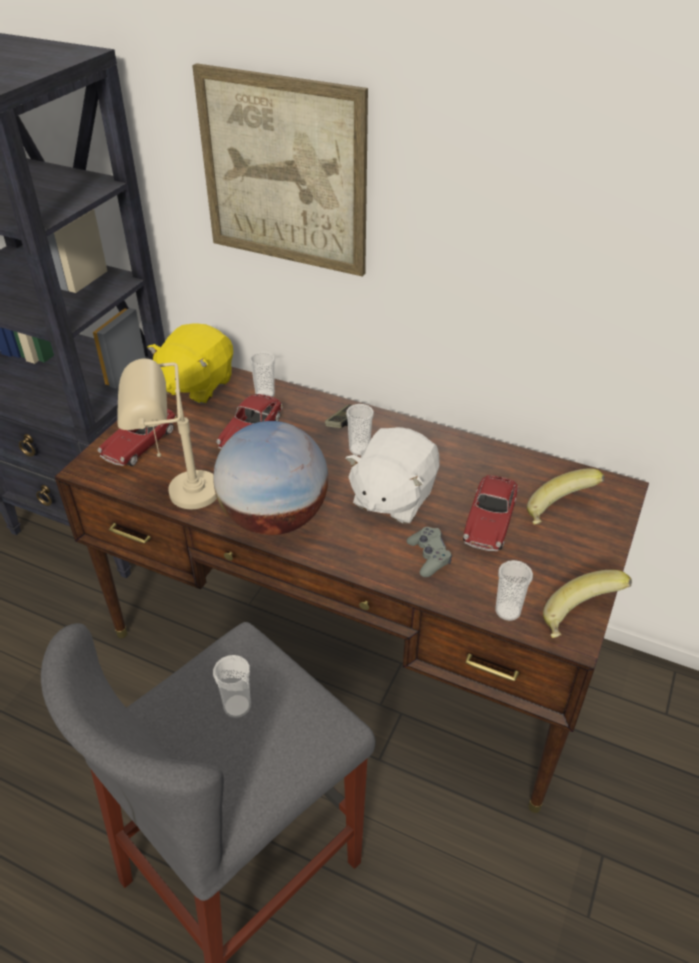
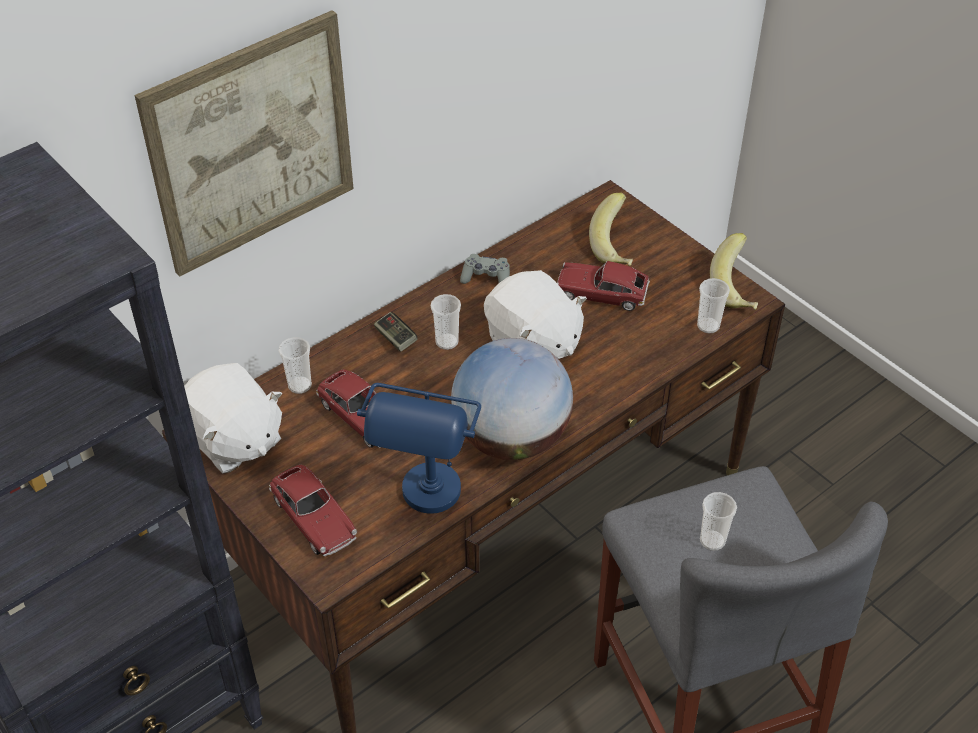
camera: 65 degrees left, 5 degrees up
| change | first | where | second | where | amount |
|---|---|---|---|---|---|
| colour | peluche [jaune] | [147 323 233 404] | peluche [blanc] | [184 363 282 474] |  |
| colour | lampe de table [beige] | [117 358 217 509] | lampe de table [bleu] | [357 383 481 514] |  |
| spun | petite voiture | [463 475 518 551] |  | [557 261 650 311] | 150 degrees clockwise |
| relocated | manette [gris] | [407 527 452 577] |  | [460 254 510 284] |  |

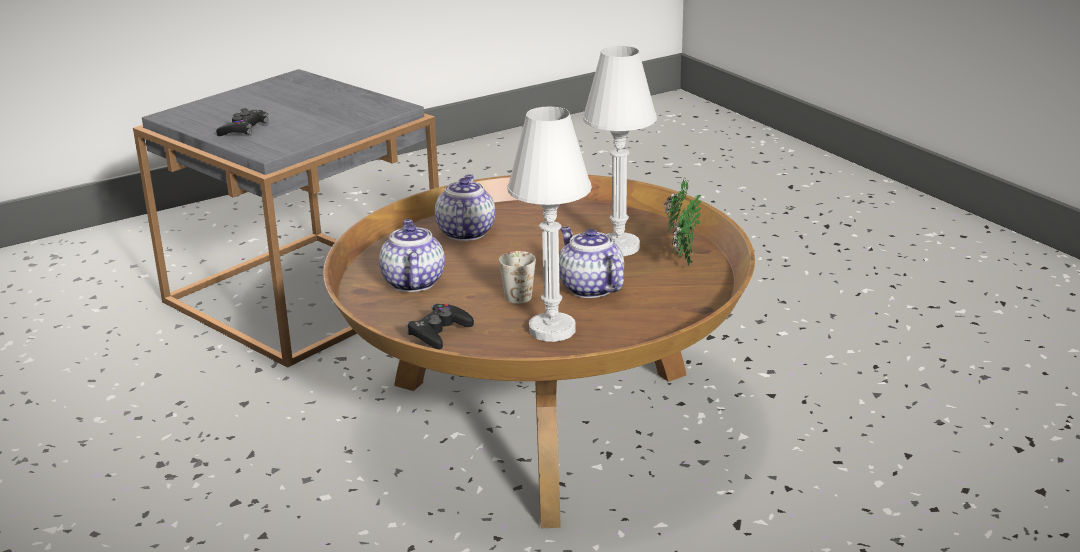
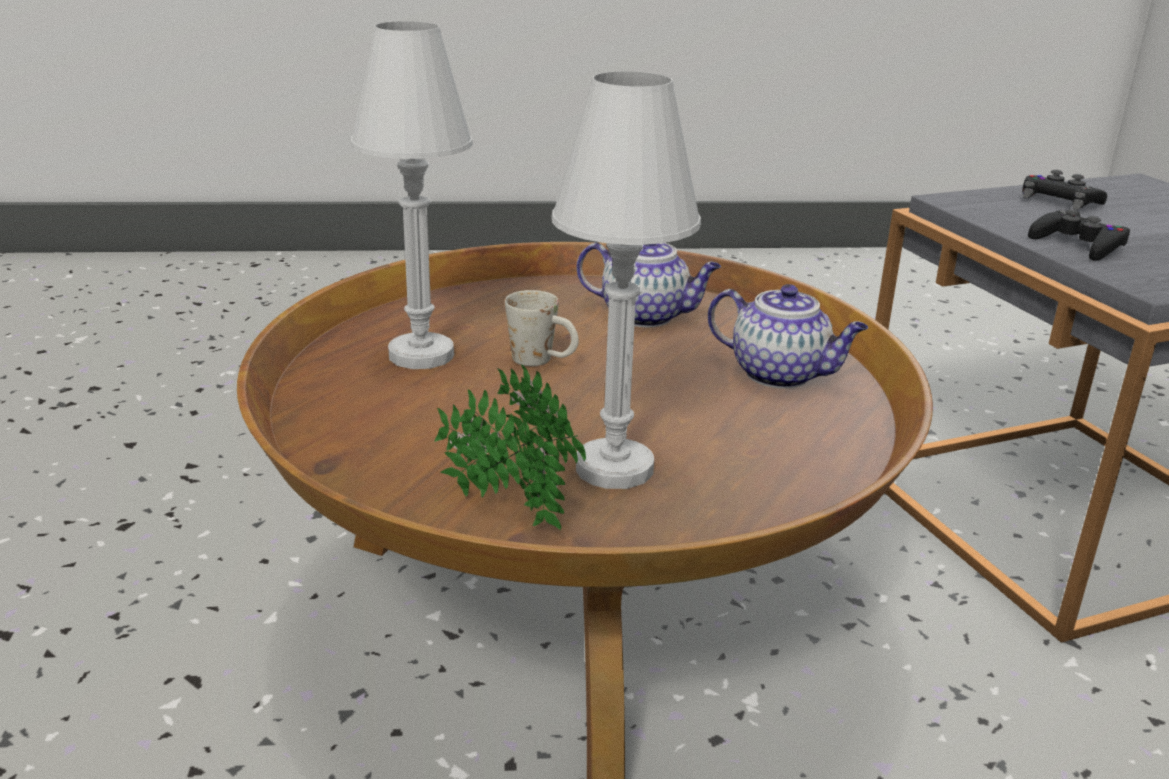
camera: 115 degrees right, 0 degrees up
| change | first | where | second | where | amount |
|---|---|---|---|---|---|
| missing | théière | [559 226 624 298] |  |  |  |
| relocated | manette [noir] | [406 304 474 350] |  | [1028 210 1130 261] |  |

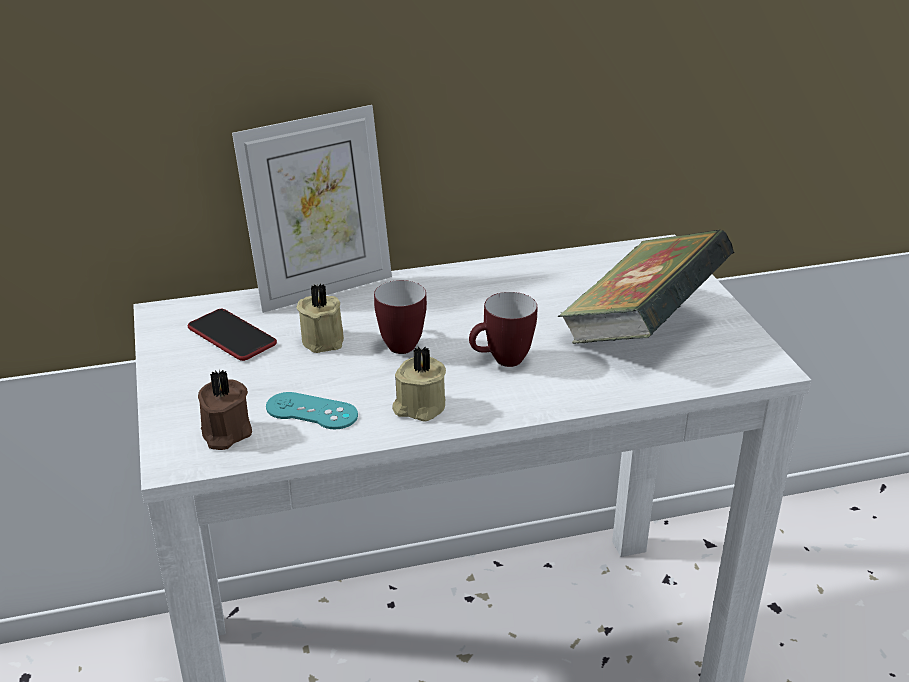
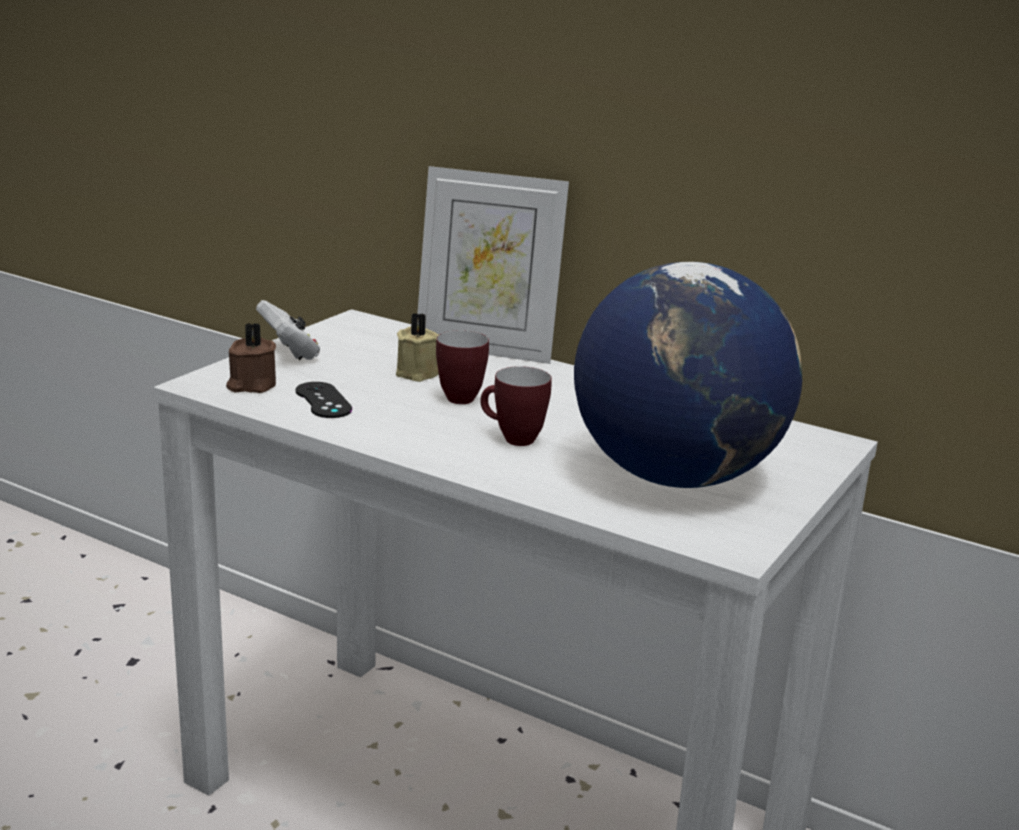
camera: 45 degrees right, 10 degrees down
| change | first | where | second | where | amount |
|---|---|---|---|---|---|
| exchanged | livre | [558 229 734 344] | globe | [574 262 802 488] |  |
| missing | téléphone | [188 309 277 361] |  |  |  |
| missing | bougie [beige] | [392 346 446 422] |  |  |  |
| colour | manette [turquoise] | [266 392 358 429] | manette [noir] | [295 382 352 418] |  |
| appeared |  |  | manette [blanc] | [256 300 320 360] |  |

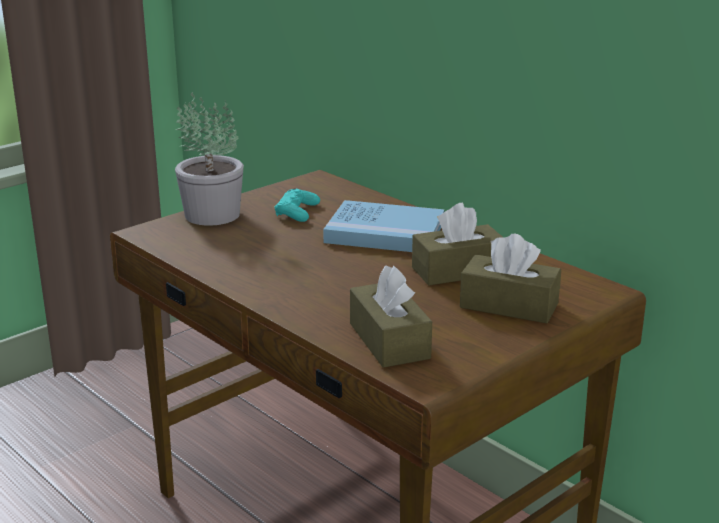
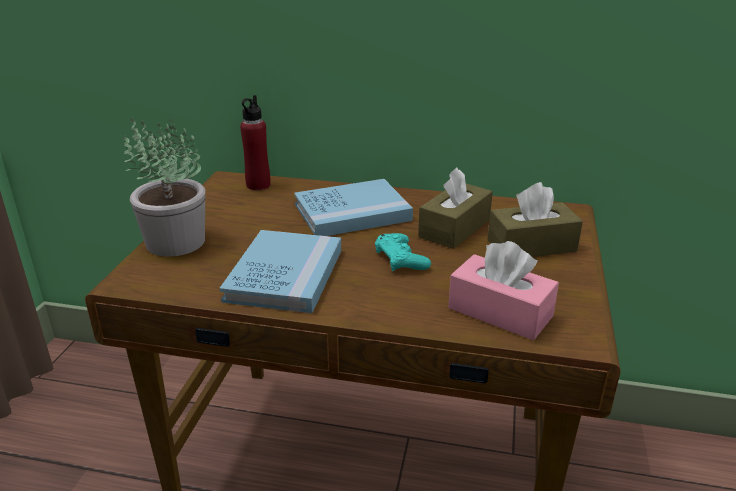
camera: 35 degrees left, 5 degrees up
| change | first | where | second | where | amount |
|---|---|---|---|---|---|
| relocated | manette [turquoise] | [275 188 320 222] |  | [375 233 431 271] |  |
| colour | boîte à mouchoirs [marron] | [350 266 432 368] | boîte à mouchoirs [rose] | [448 241 559 340] |  |
| appeared |  |  | bouteille [rouge] | [240 95 271 190] |  |
| appeared |  |  | livre [bleu] | [219 230 341 313] |  |

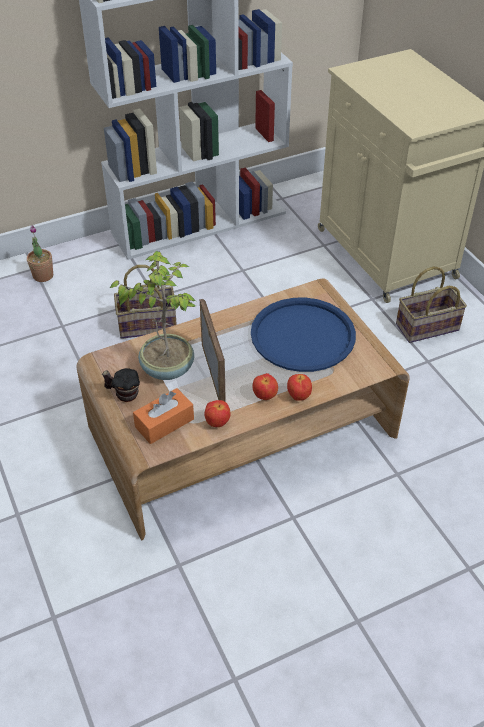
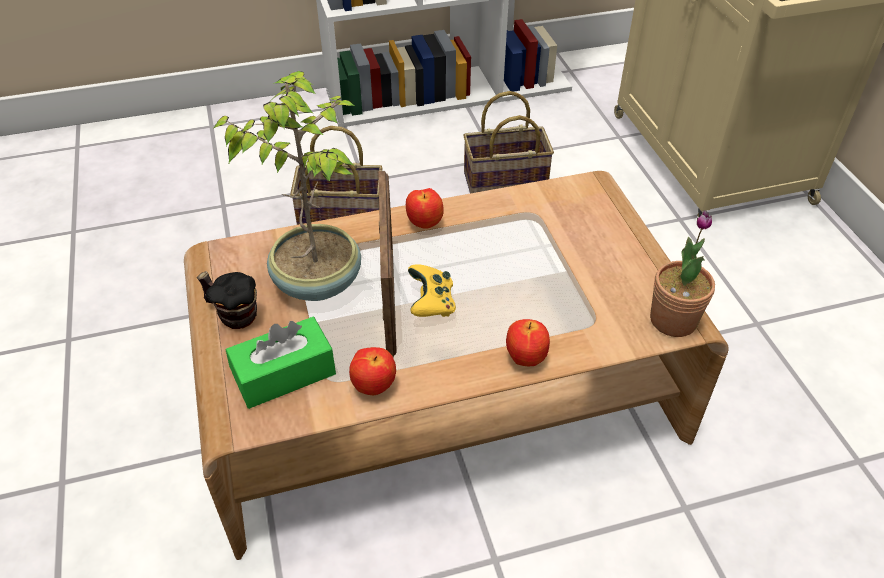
camera: 10 degrees right, 0 degrees up
| change | first | where | second | where | amount |
|---|---|---|---|---|---|
| relocated | plante en pot | [27 225 53 282] |  | [650 210 715 337] |  |
| relocated | panier | [396 267 467 343] |  | [463 91 554 194] |  |
| missing | plateau [bleu] | [251 298 356 372] |  |  |  |
| relocated | pomme | [252 373 278 400] |  | [406 188 444 229] |  |
| colour | boîte à mouchoirs [orange] | [133 388 194 444] | boîte à mouchoirs [vert] | [226 317 336 409] |  |
| appeared |  |  | manette [jaune] | [408 264 456 317] |  |

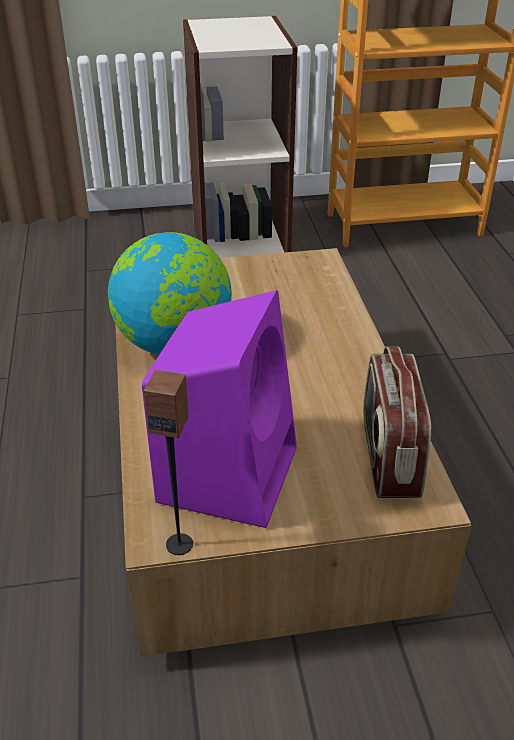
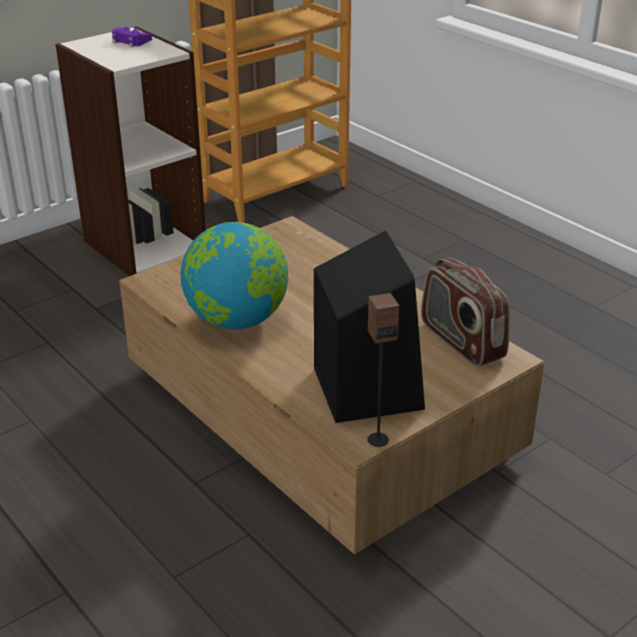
camera: 30 degrees left, 5 degrees down
| change | first | where | second | where | amount |
|---|---|---|---|---|---|
| colour | enceinte [violet] | [142 290 297 528] | enceinte [noir] | [314 230 425 423] |  |
| appeared |  |  | manette [violet] | [112 26 152 47] |  |

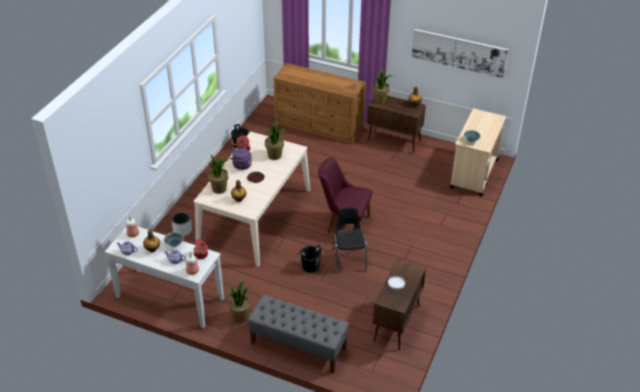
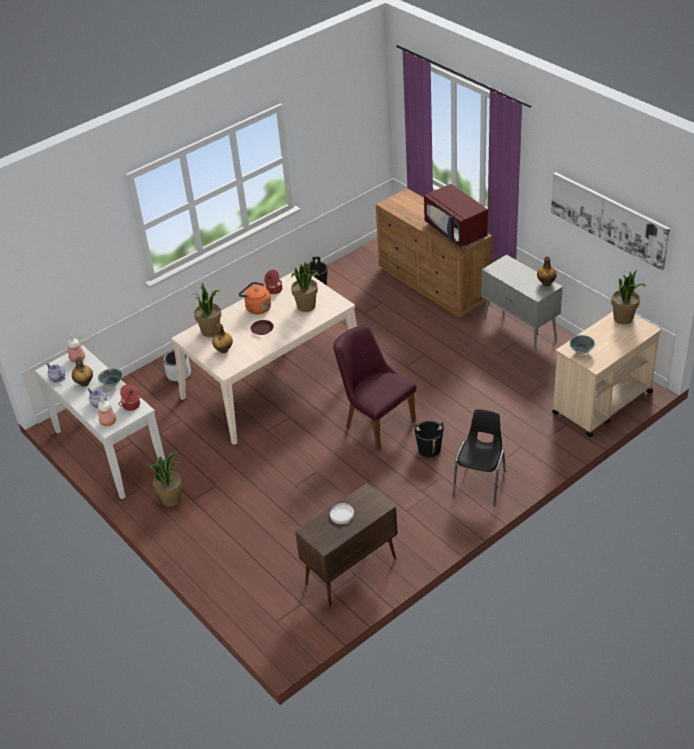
camera: 30 degrees right, 0 degrees up
| change | first | where | second | where | amount |
|---|---|---|---|---|---|
| relocated | plante en pot | [372 68 393 104] |  | [611 270 646 324] |  |
| colour | meuble de rangement [marron] | [367 95 426 154] | meuble de rangement [gris] | [481 255 563 353] |  |
| colour | bouilloire [violet] | [229 146 252 170] | bouilloire [orange] | [239 282 271 314] |  |
| relocated | chaise [noir] | [333 208 367 274] |  | [453 409 506 506] |  |
| relocated | seau [noir] | [300 244 321 273] |  | [413 421 445 457] |  |
| missing | banc [gris] | [247 295 349 373] |  |  |  |
| appeared |  |  | micro-ondes [rouge] | [424 184 488 247] |  |

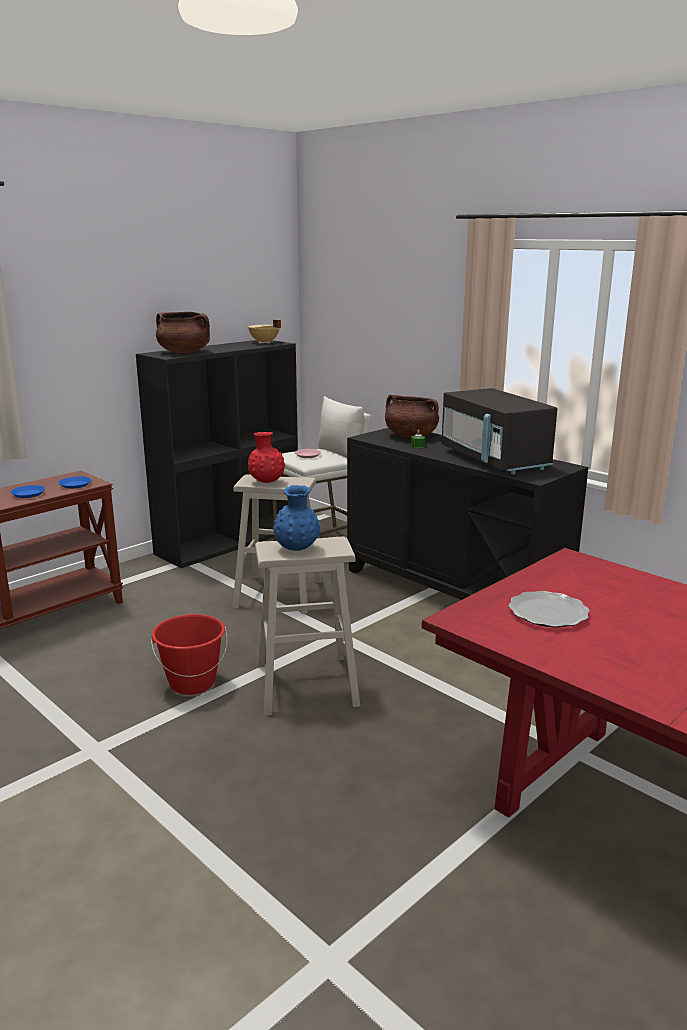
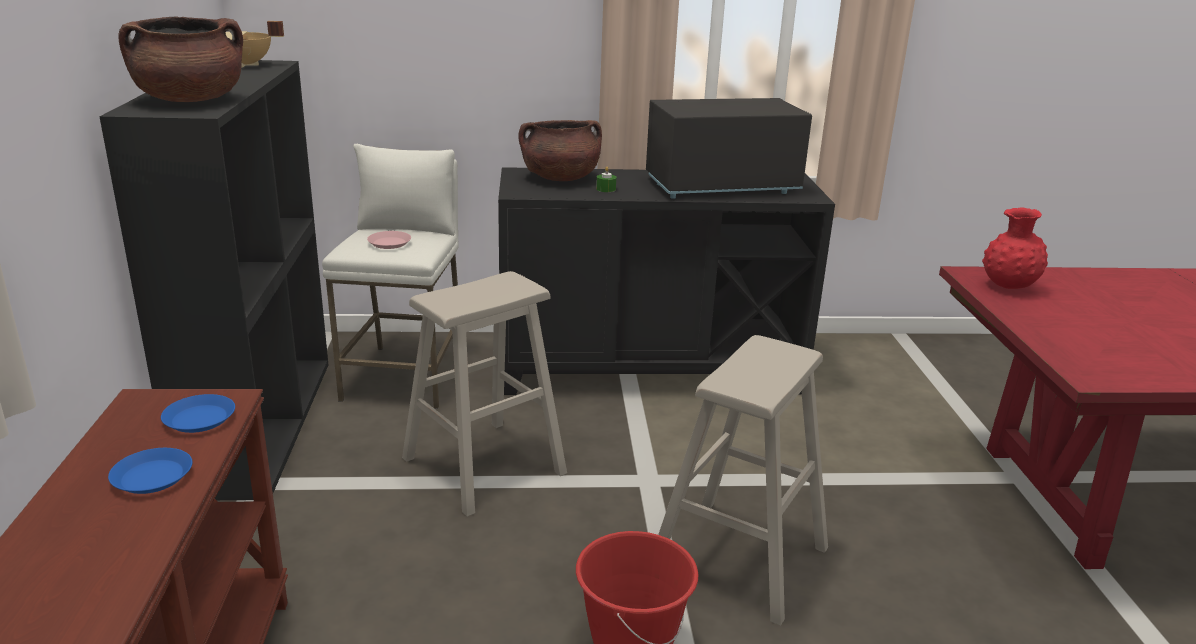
camera: 50 degrees left, 5 degrees up
| change | first | where | second | where | amount |
|---|---|---|---|---|---|
| spun | micro-ondes [noir] | [442 388 557 474] |  | [646 98 812 199] | 150 degrees clockwise |
| relocated | vase [rouge] | [248 432 285 483] |  | [982 207 1048 289] |  |
| missing | vase [bleu] | [273 485 320 551] |  |  |  |
| missing | assiette | [508 591 590 627] |  |  |  |

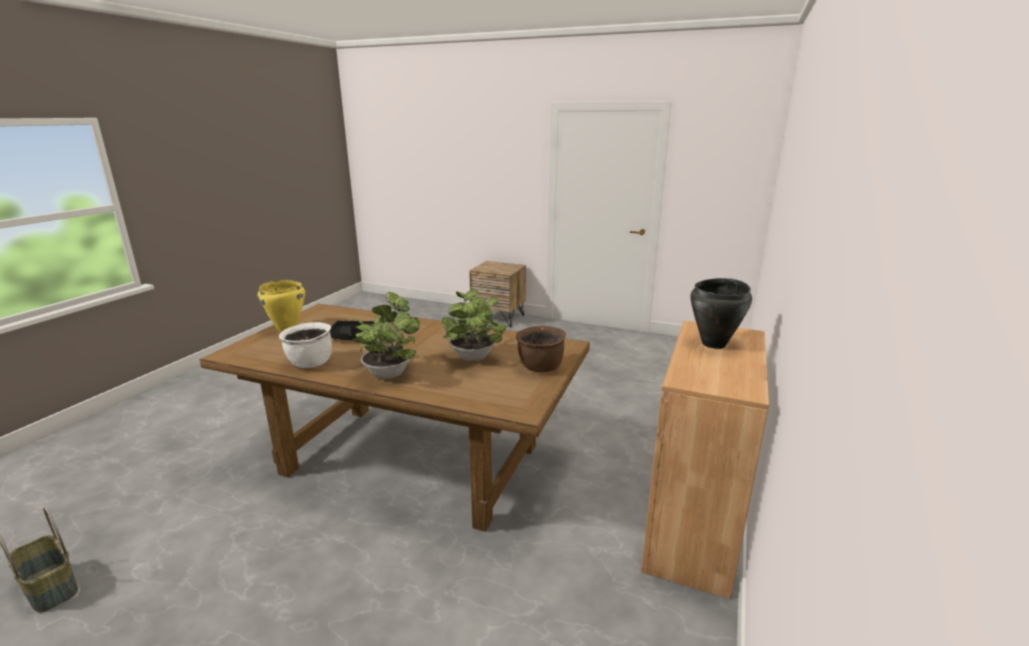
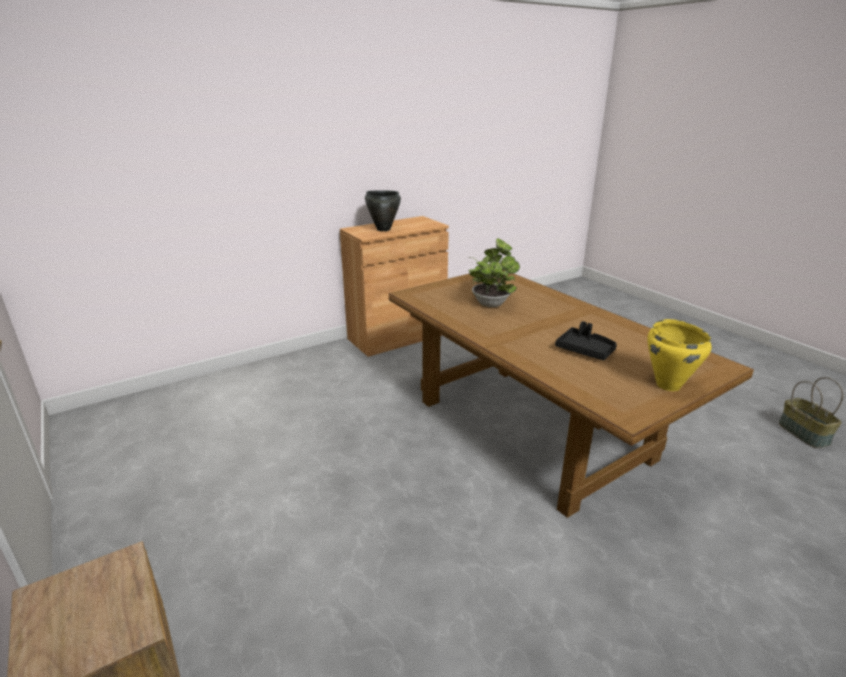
camera: 145 degrees left, 5 degrees up
| change | first | where | second | where | amount |
|---|---|---|---|---|---|
| missing | plante en pot | [352 292 420 379] |  |  |  |
| missing | marmite [blanc] | [279 322 332 368] |  |  |  |
| missing | marmite [marron] | [516 326 566 372] |  |  |  |

